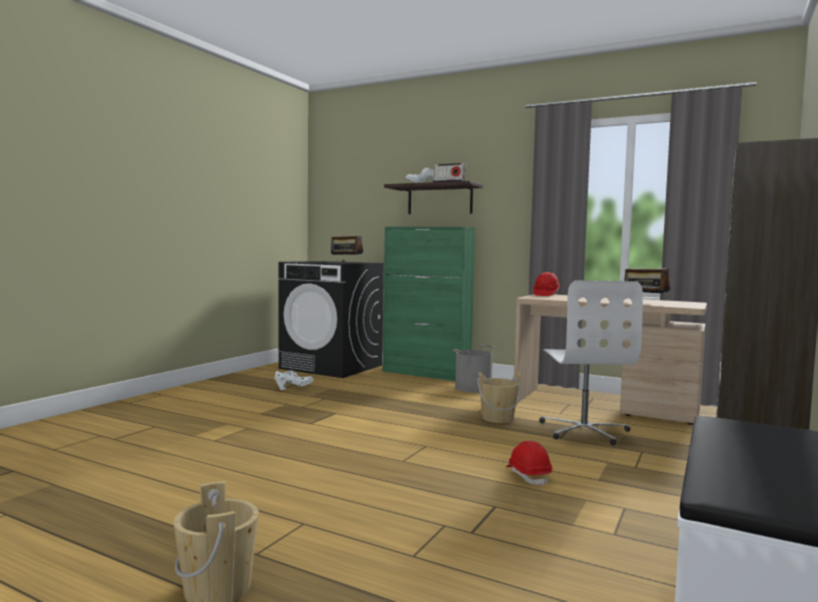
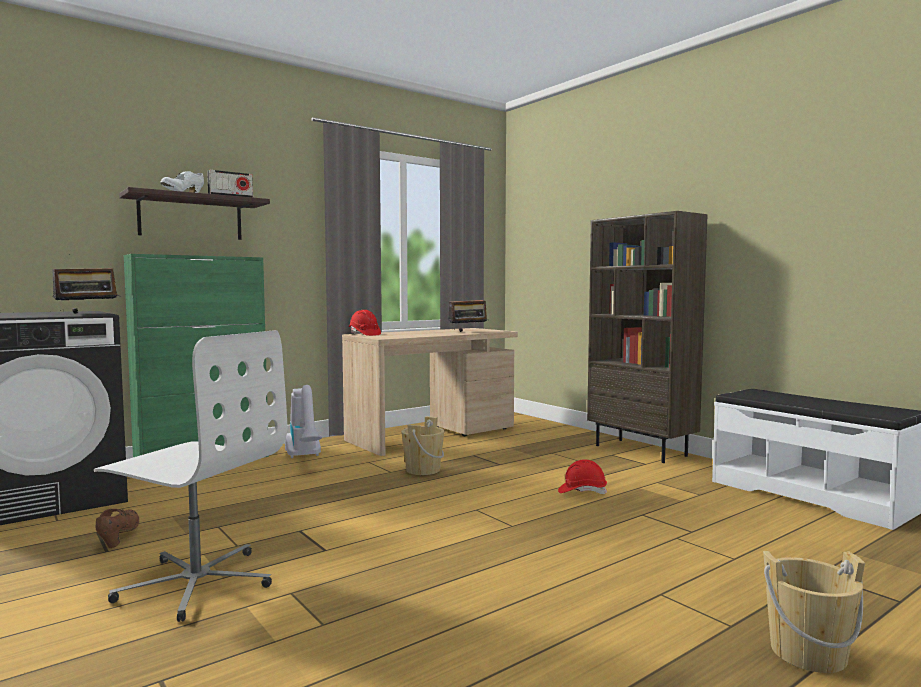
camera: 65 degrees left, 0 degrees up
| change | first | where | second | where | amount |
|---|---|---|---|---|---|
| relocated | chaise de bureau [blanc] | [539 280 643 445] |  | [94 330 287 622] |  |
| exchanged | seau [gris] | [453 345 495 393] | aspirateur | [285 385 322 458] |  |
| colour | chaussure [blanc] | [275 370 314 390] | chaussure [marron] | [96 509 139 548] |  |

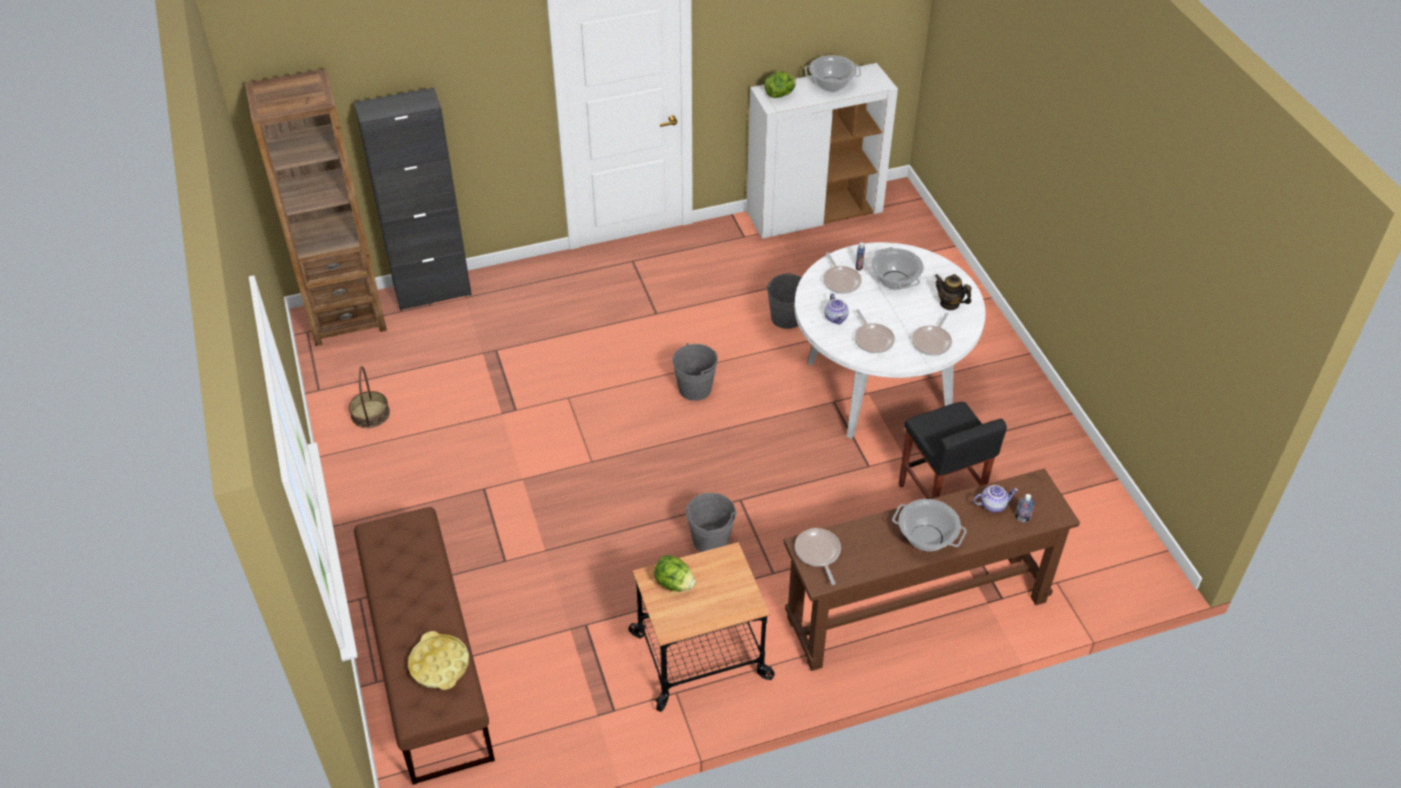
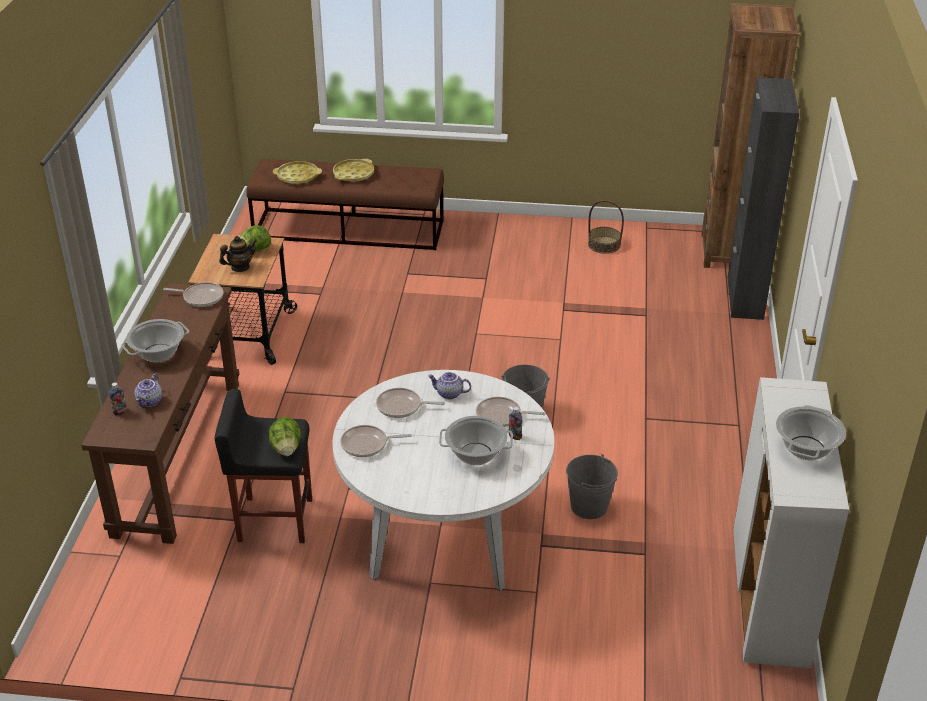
camera: 115 degrees right, 10 degrees down
| change | first | where | second | where | amount |
|---|---|---|---|---|---|
| relocated | laitue | [764 71 796 98] |  | [269 417 301 456] |  |
| relocated | théière | [935 274 972 310] |  | [219 236 257 272] |  |
| spun | poêle | [912 313 952 356] |  | [340 425 412 457] | 60 degrees counterclockwise |
| missing | seau [gris] | [686 493 737 552] |  |  |  |
| appeared |  |  | plateau [jaune] | [333 159 374 181] |  |

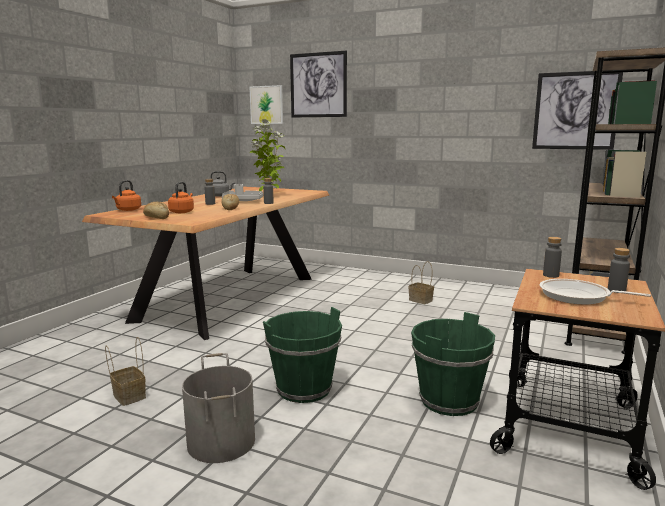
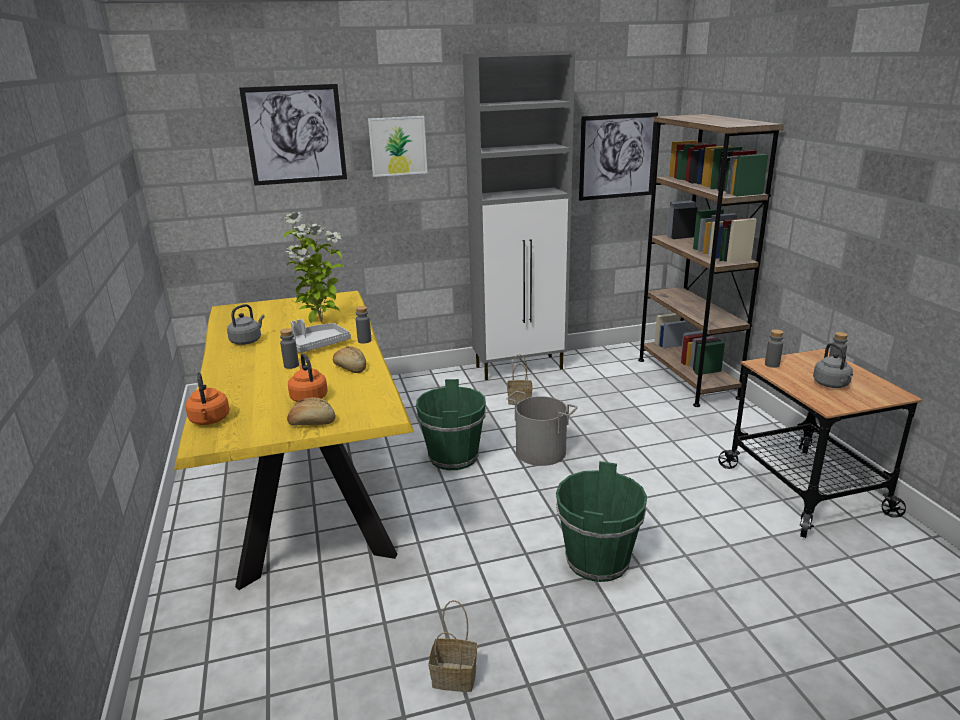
camera: 40 degrees left, 10 degrees up
| change | first | where | second | where | amount |
|---|---|---|---|---|---|
| relocated | tableau | [250 85 283 124] |  | [368 116 427 177] |  |
| colour | table à manger [marron] | [82 187 329 340] | table à manger [jaune] | [174 291 414 590] |  |
| exchanged | poêle | [540 279 651 304] | bouilloire [gris] | [813 343 853 388] |  |
| relocated | seau [vert] | [411 312 495 416] |  | [416 379 486 470] |  |
| relocated | seau [gris] | [182 353 255 463] |  | [507 391 578 466] |  |
| appeared |  |  | meuble de rangement [gris] | [463 51 575 380] |  |

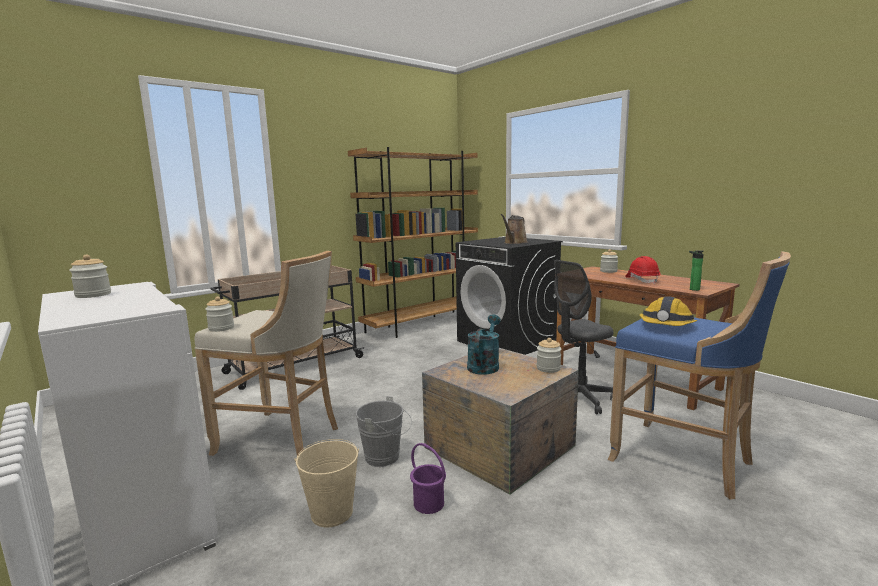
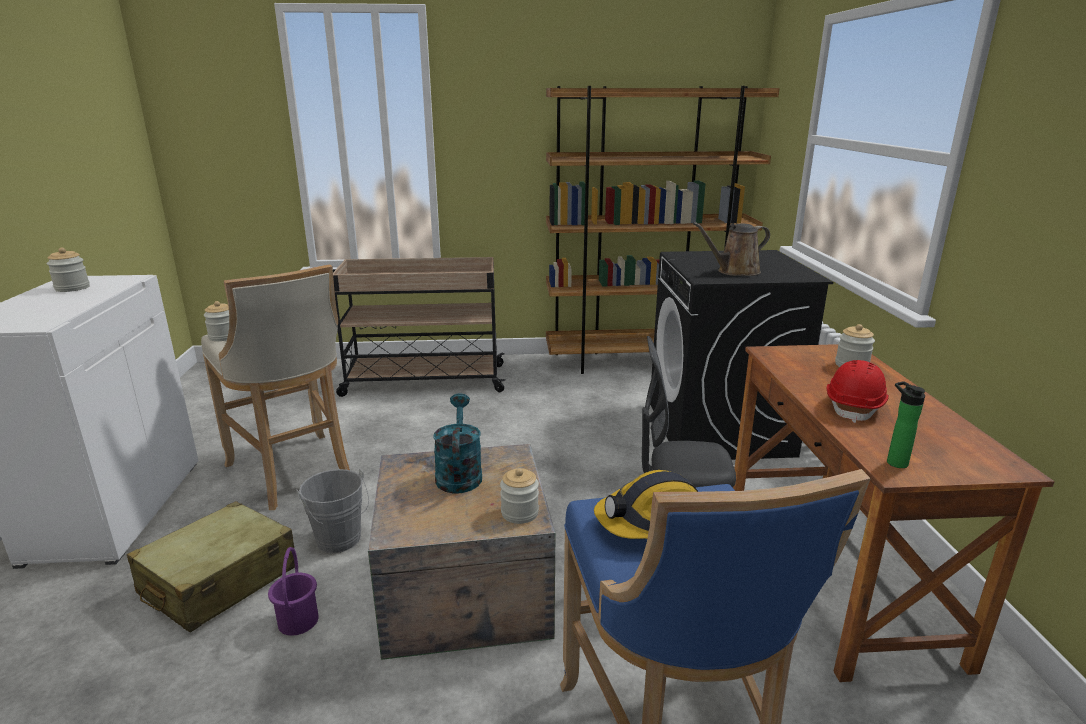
camera: 35 degrees right, 10 degrees up
| change | first | where | second | where | amount |
|---|---|---|---|---|---|
| spun | arrosoir [turquoise] | [467 314 501 375] |  | [433 393 482 494] | 60 degrees counterclockwise |
| exchanged | seau [beige] | [295 439 359 527] | valise [beige] | [127 501 295 633] |  |

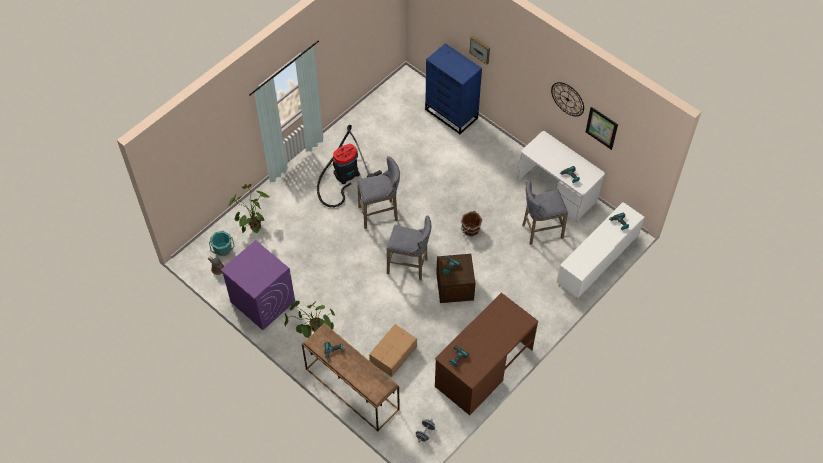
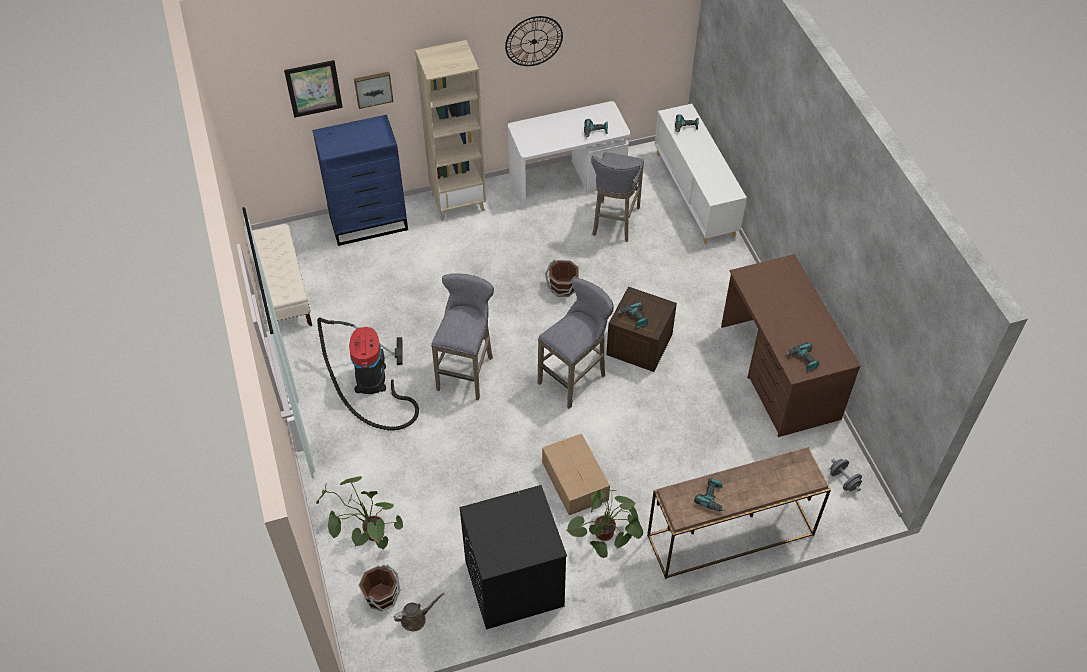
camera: 60 degrees left, 5 degrees down
| change | first | where | second | where | amount |
|---|---|---|---|---|---|
| relocated | tableau | [586 107 618 150] |  | [284 60 343 118] |  |
| colour | seau [turquoise] | [209 231 235 256] | seau [marron] | [358 565 400 611] |  |
| colour | lave-linge [violet] | [221 240 295 330] | lave-linge [noir] | [460 485 567 629] |  |
| relocated | carton | [369 324 417 377] |  | [542 433 610 515] |  |
| appeared |  |  | bibliothèque [beige] | [415 40 486 221] |  |
| appeared |  |  | banc [beige] | [252 224 312 326] |  |

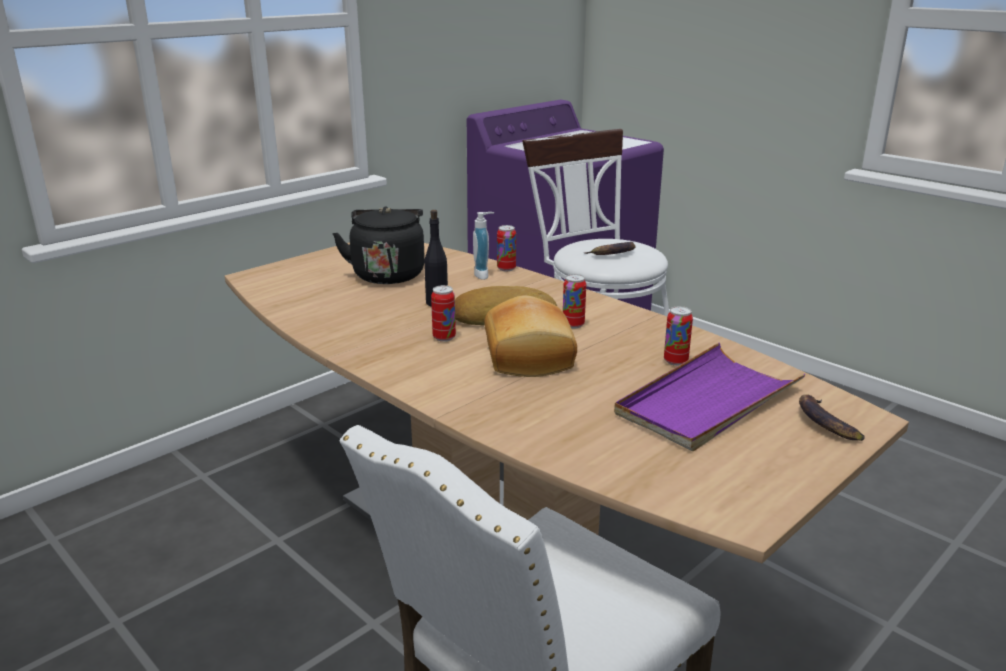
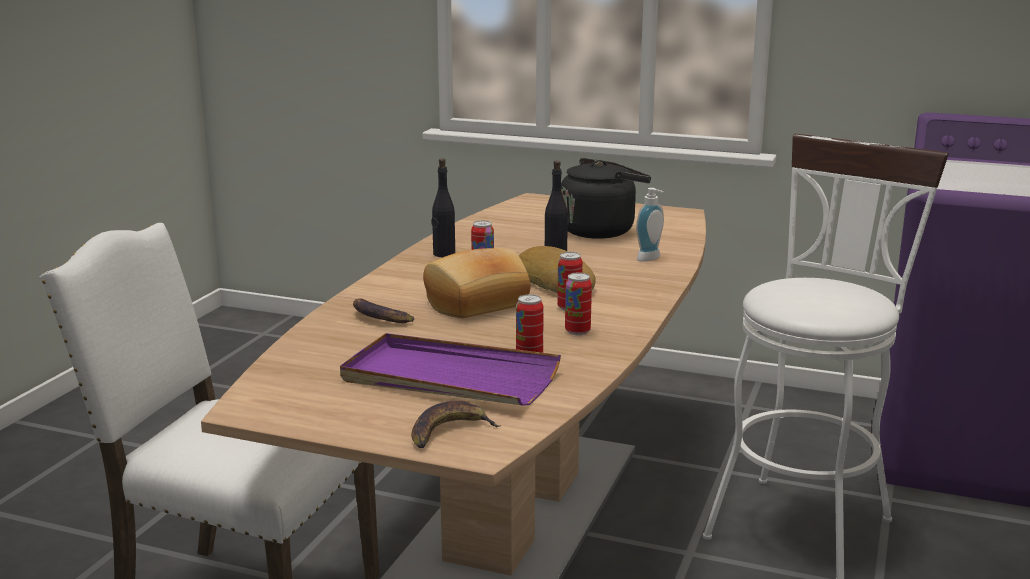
camera: 65 degrees right, 5 degrees down
| change | first | where | second | where | amount |
|---|---|---|---|---|---|
| relocated | boîte métallique | [497 225 516 271] |  | [565 272 592 335] |  |
| relocated | banane | [584 242 636 255] |  | [353 298 414 323] |  |
| appeared |  |  | bouteille [noir] | [431 158 455 257] |  |

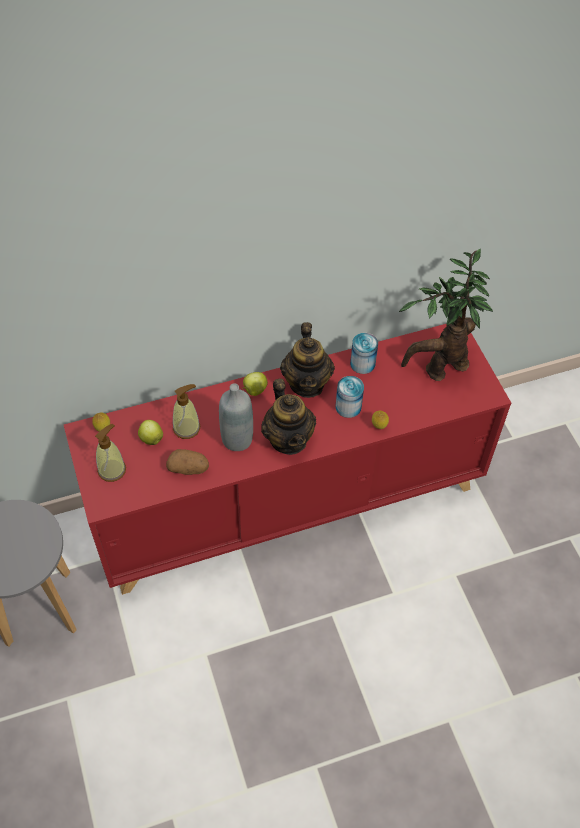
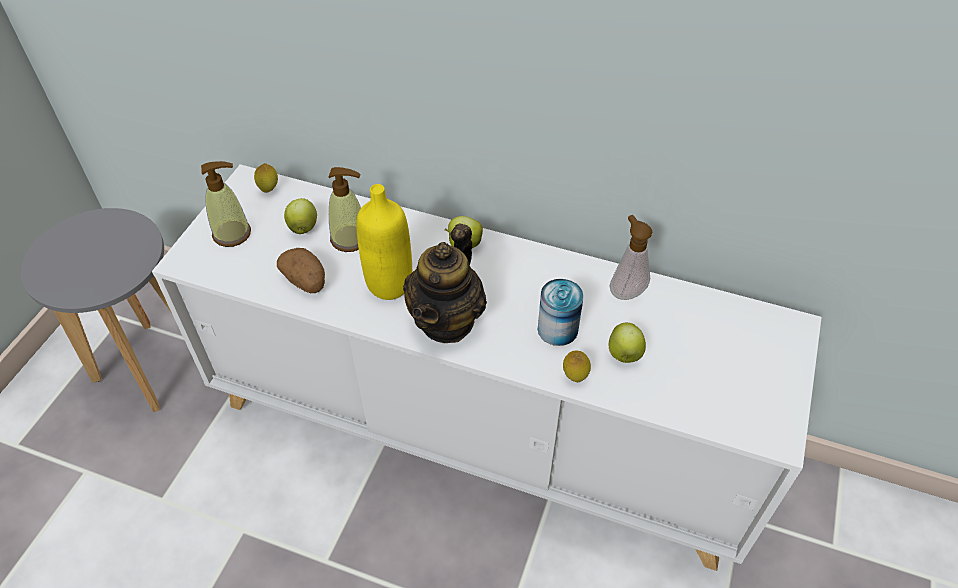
camera: 40 degrees right, 5 degrees down
| change | first | where | second | where | amount |
|---|---|---|---|---|---|
| missing | plante en pot | [399 249 493 381] |  |  |  |
| missing | théière | [280 322 335 398] |  |  |  |
| colour | meuble de rangement [rouge] | [64 324 511 595] | meuble de rangement [blanc] | [152 164 822 571] |  |
| exchanged | boîte métallique | [350 333 378 374] | distributeur de savon | [609 215 652 300] |  |
| colour | bouteille [gris] | [219 383 253 451] | bouteille [jaune] | [356 184 412 300] |  |
| appeared |  |  | pomme | [609 323 646 363] |  |

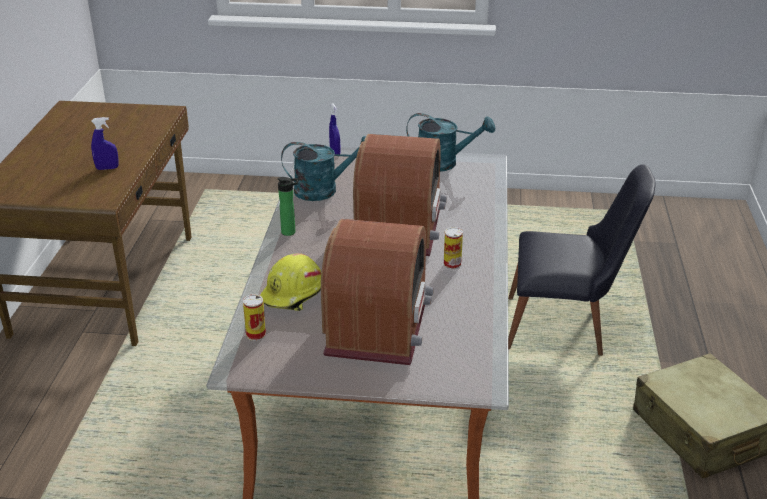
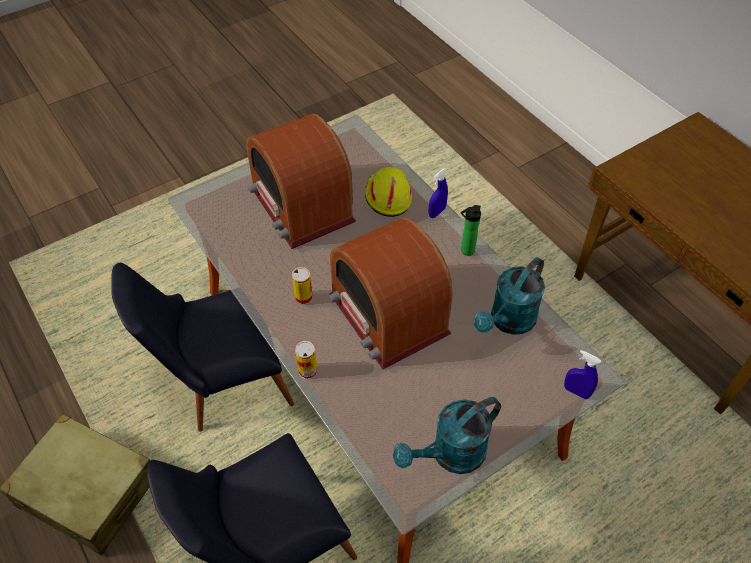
camera: 140 degrees right, 20 degrees up
| change | first | where | second | where | amount |
|---|---|---|---|---|---|
| relocated | vaporisateur [bleu] | [91 117 119 170] |  | [429 168 448 218] |  |
| relocated | boîte métallique | [243 294 266 341] |  | [295 341 318 379] |  |
| appeared |  |  | chaise [noir] | [111 263 294 431] |  |

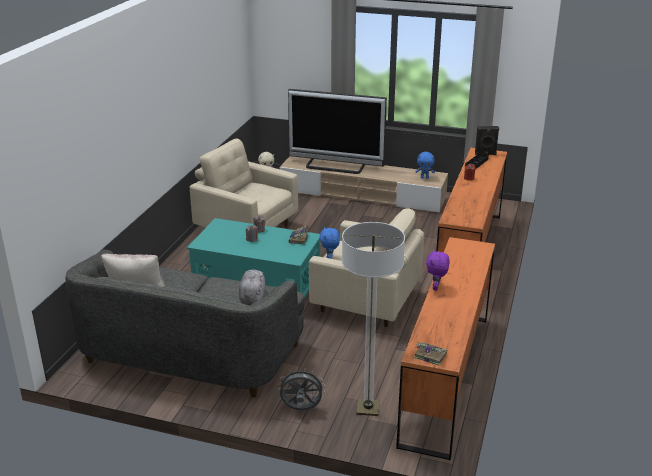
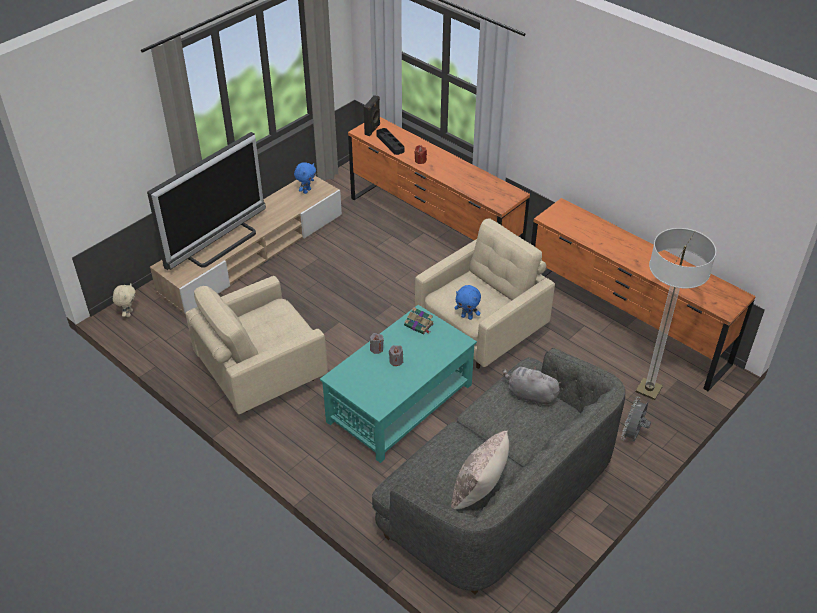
camera: 65 degrees left, 15 degrees up
| change | first | where | second | where | amount |
|---|---|---|---|---|---|
| missing | peluche [violet] | [426 249 450 290] |  |  |  |
| missing | livre | [414 342 447 366] |  |  |  |

